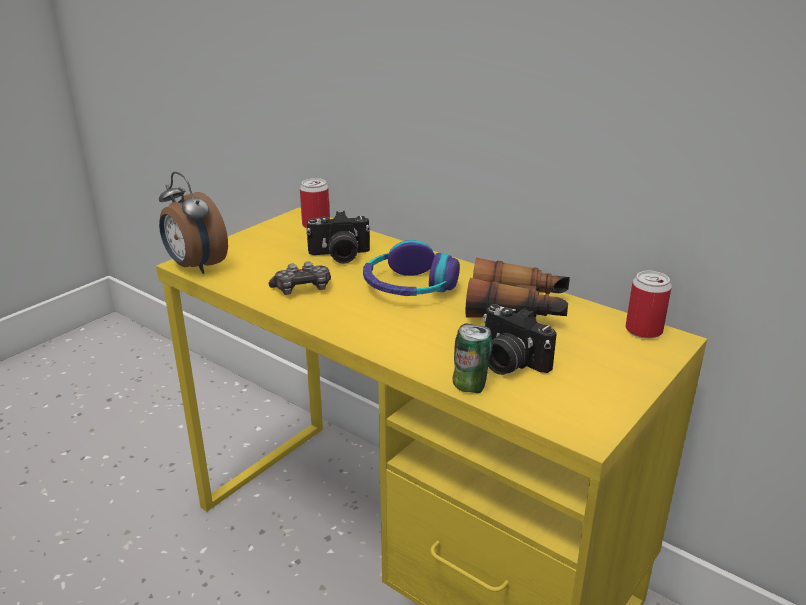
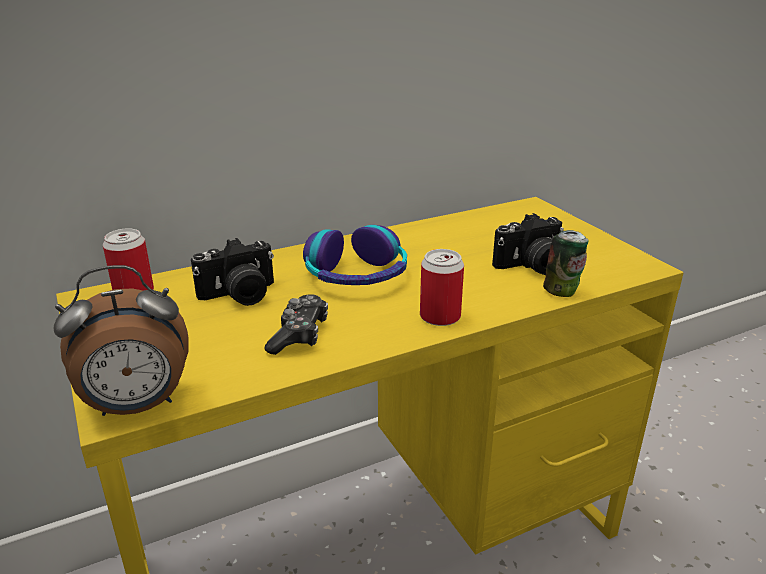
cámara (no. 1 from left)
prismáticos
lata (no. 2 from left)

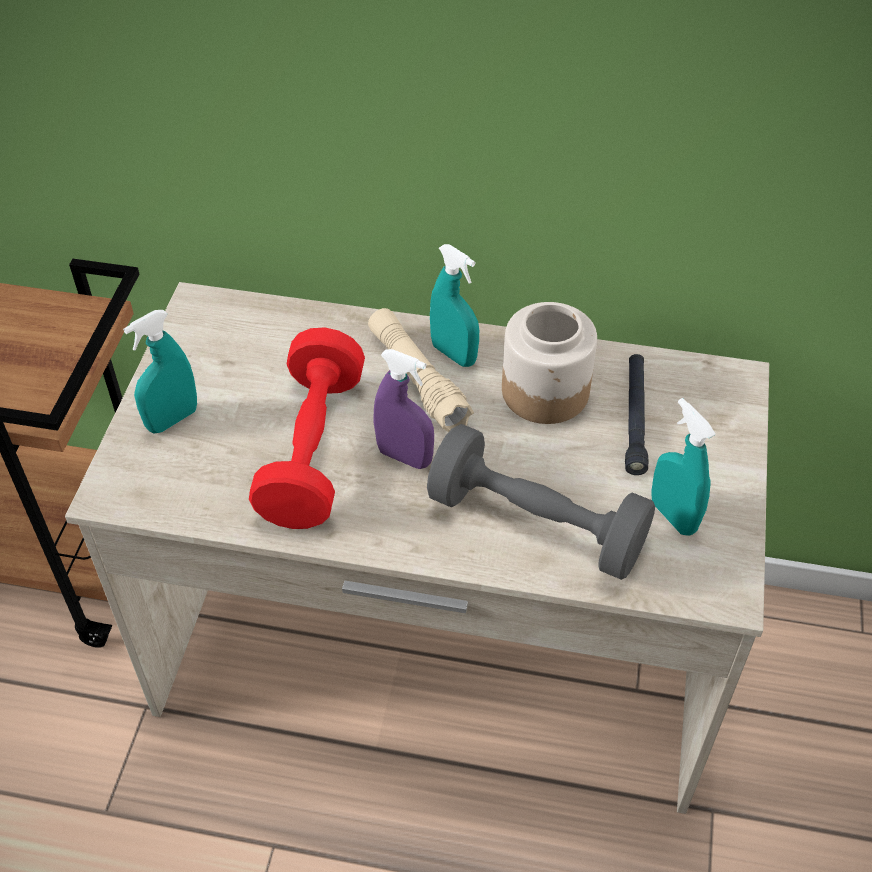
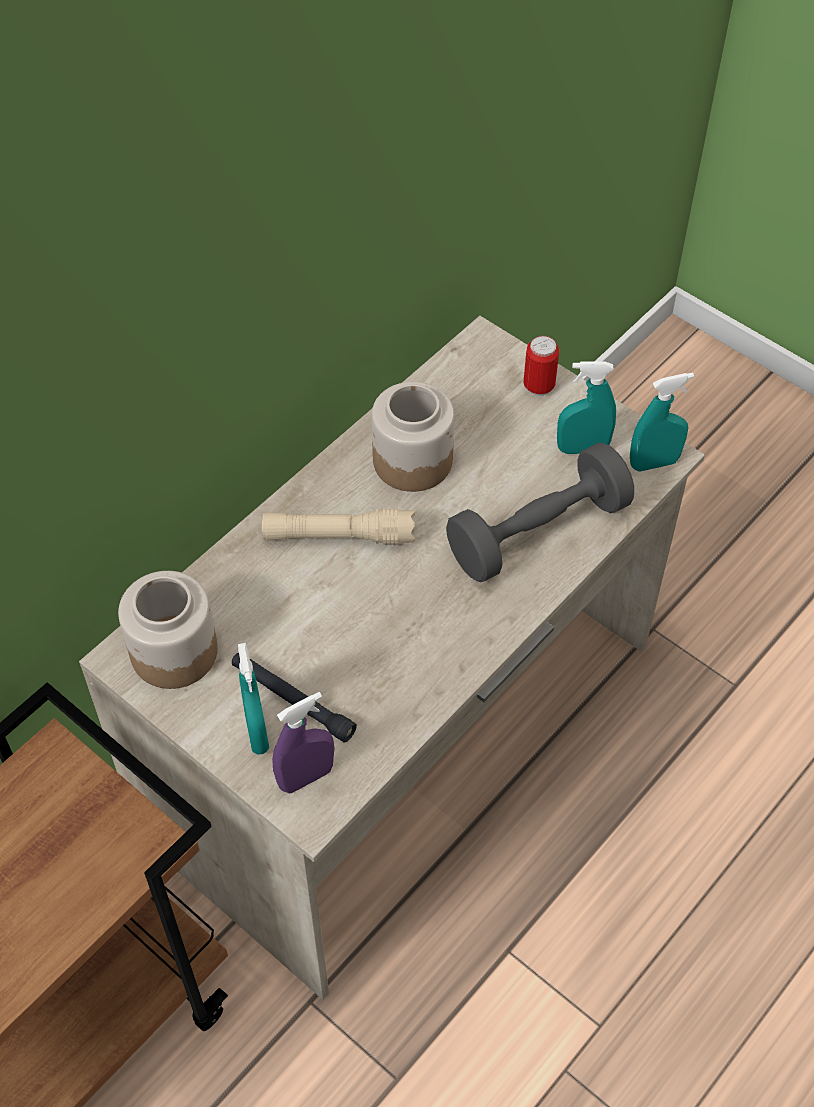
mancuerna/rojo
pulverizador/morado
pulverizador/turquesa (no. 3 from left)
linterna/negro
tarro (no. 1 from left)
lata

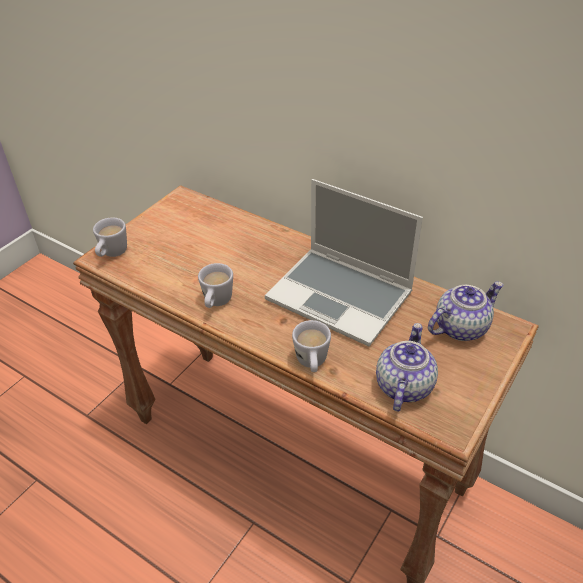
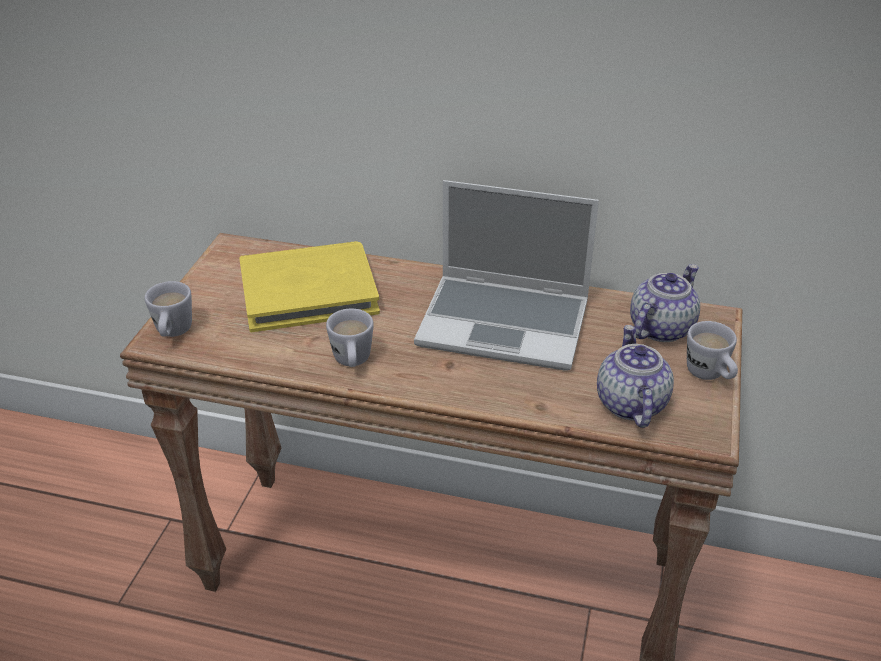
taza grande/blanco (no. 3 from left)
libro/amarillo

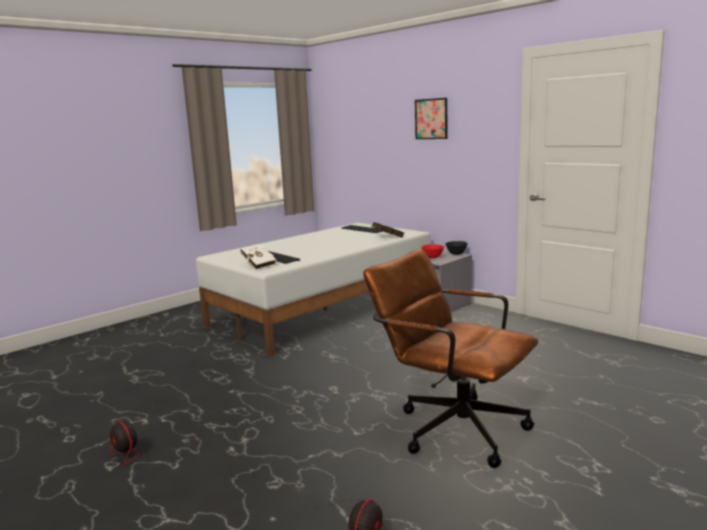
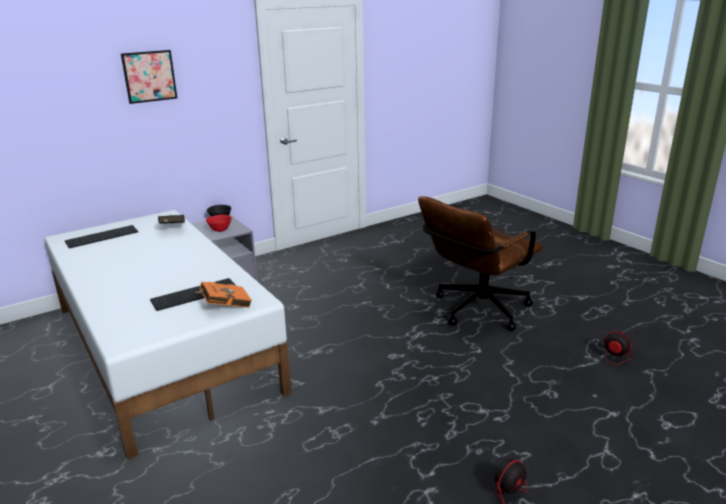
libro/naranja

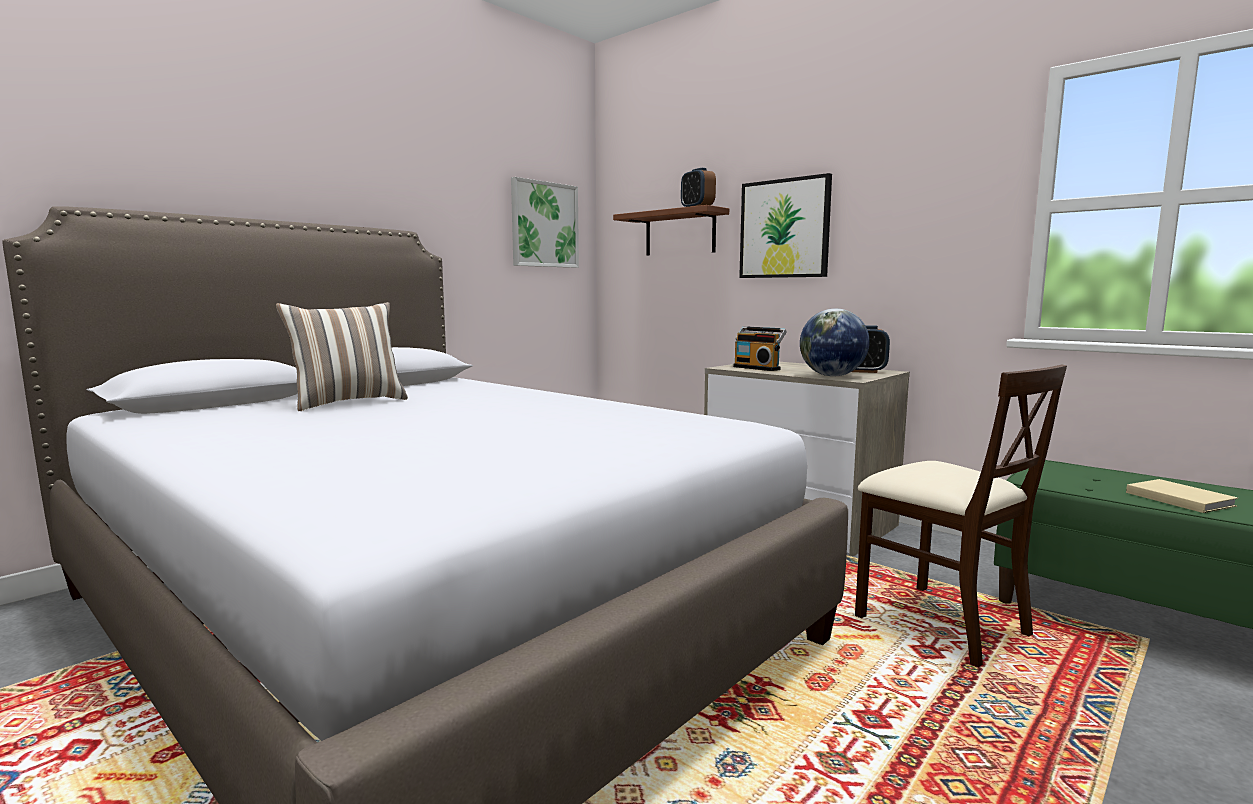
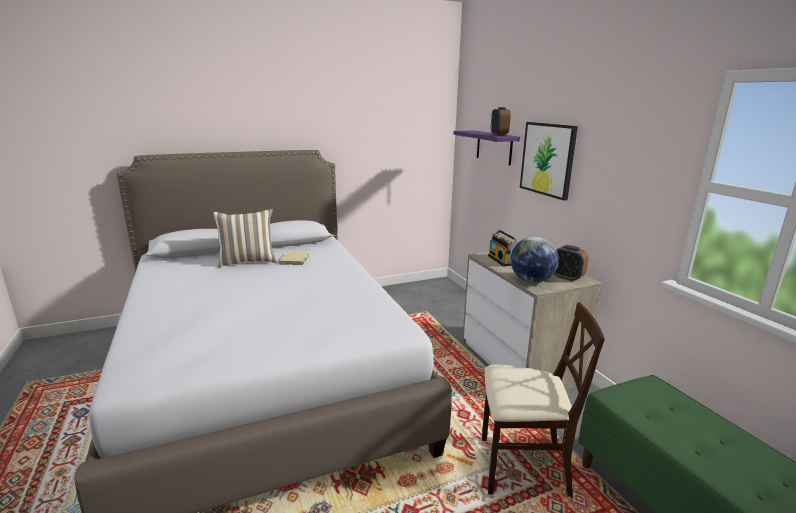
cuadro (no. 1 from left in the first image)
estante/morado
silla/beis
libro/beis

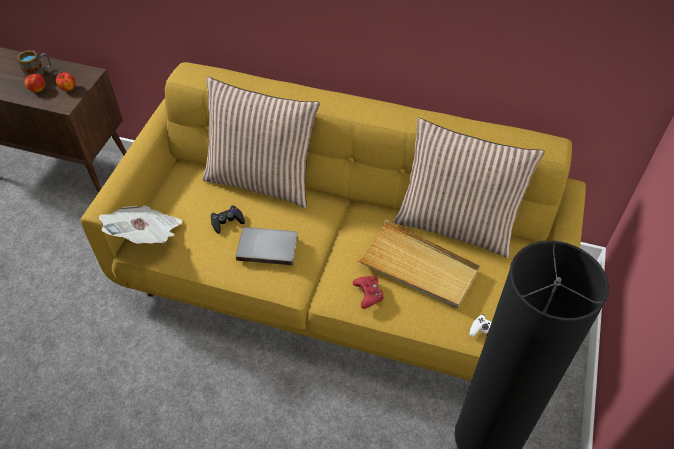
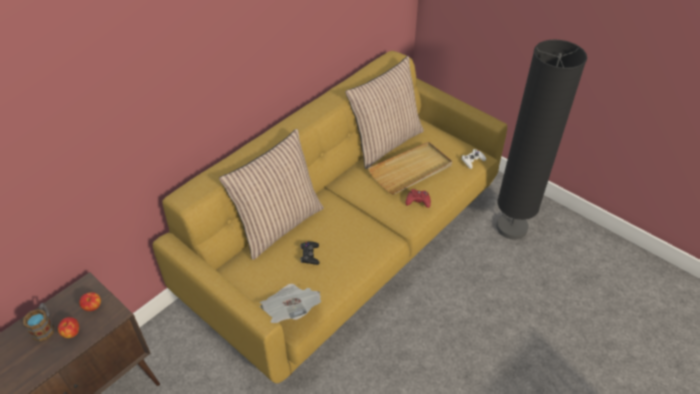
libro/gris

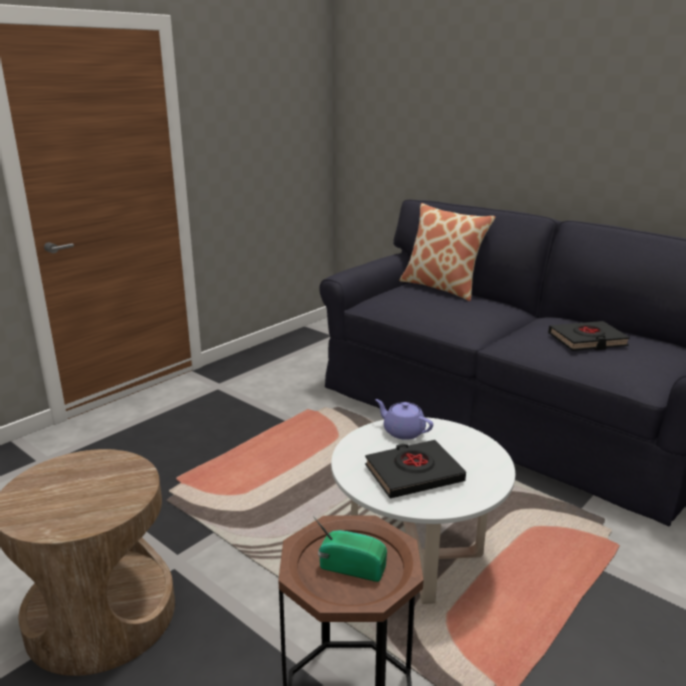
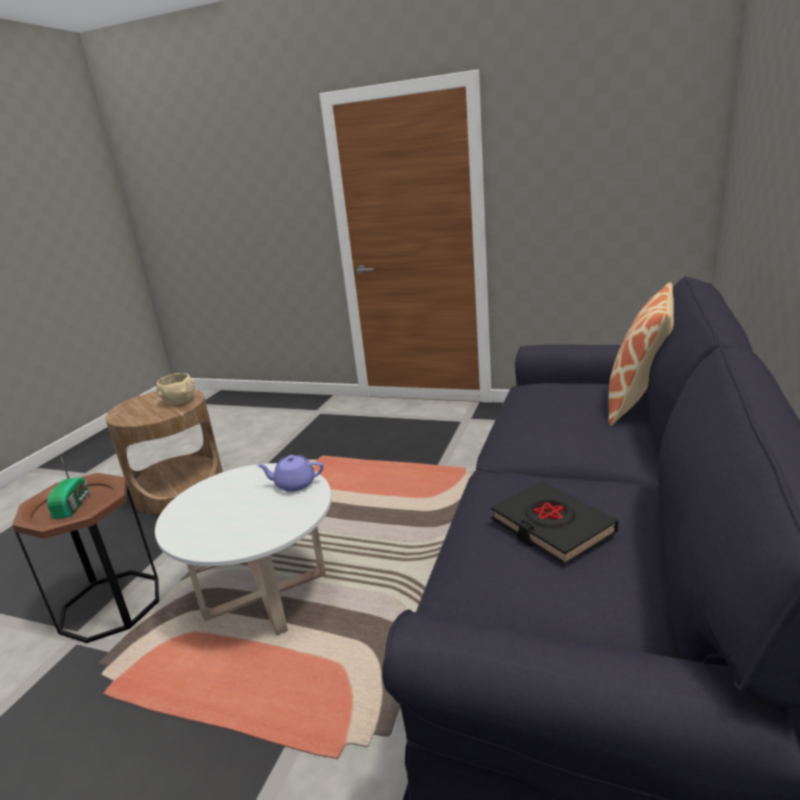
libro/negro (no. 1 from left in the first image)
tetera/morado
cuenco/beis

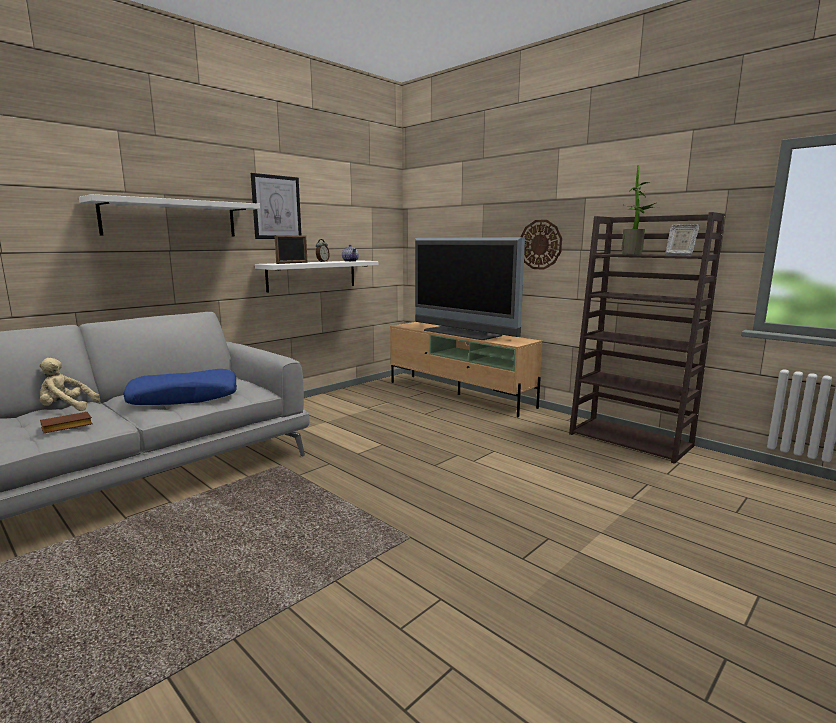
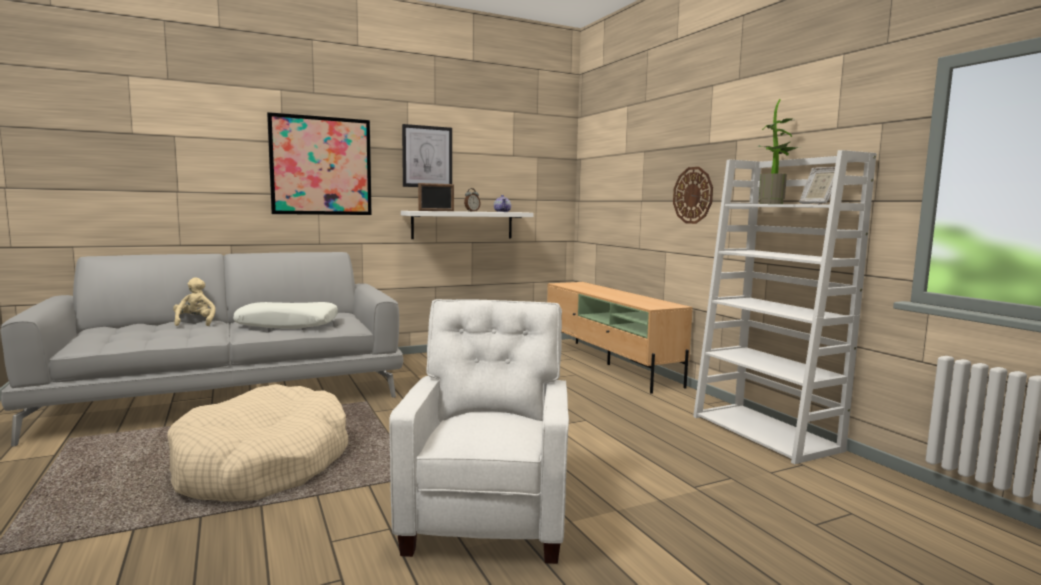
peluche/beis
libro/marrón
cuadro (no. 1 from left)
cojín/blanco
televisor
estantería/blanco
cama para perro/beis
sillón/blanco

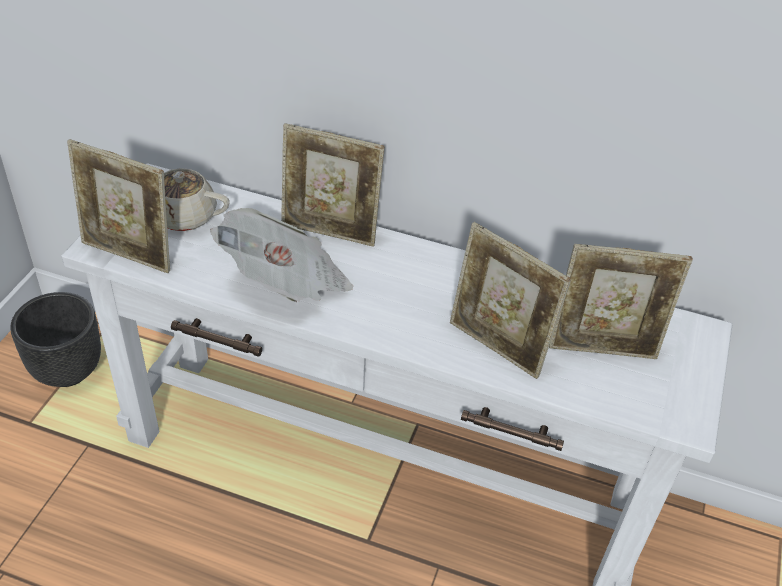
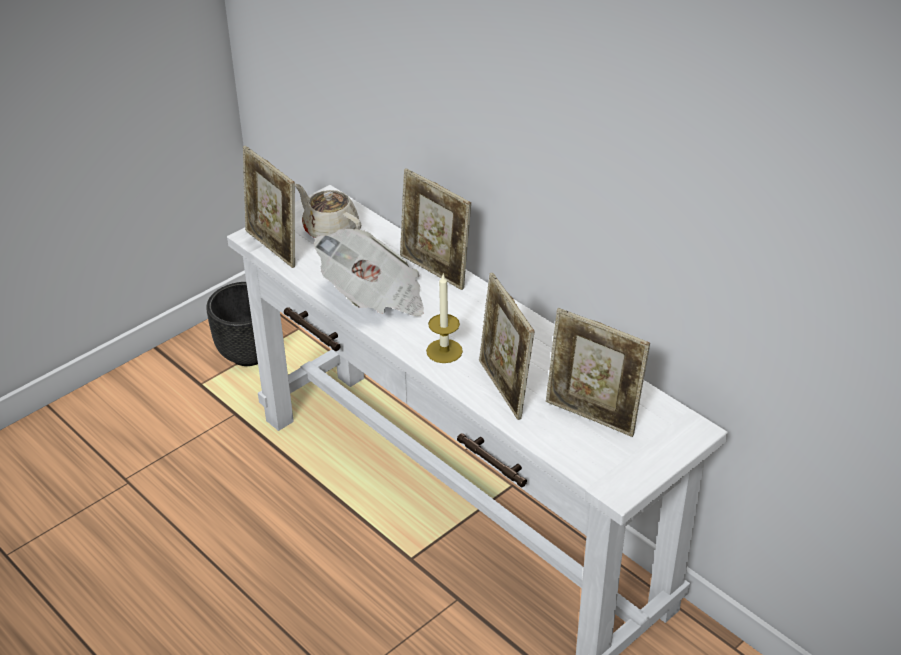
vela

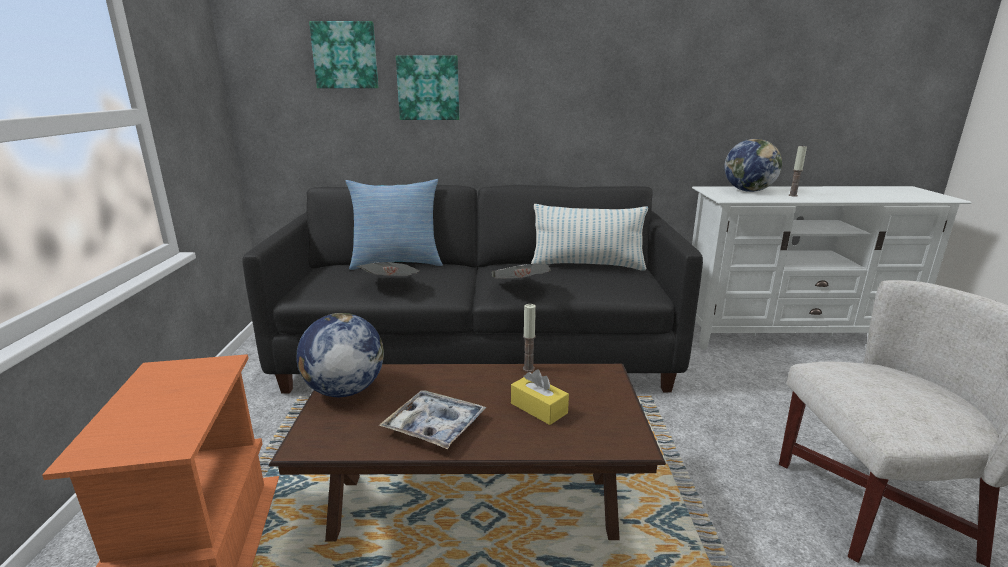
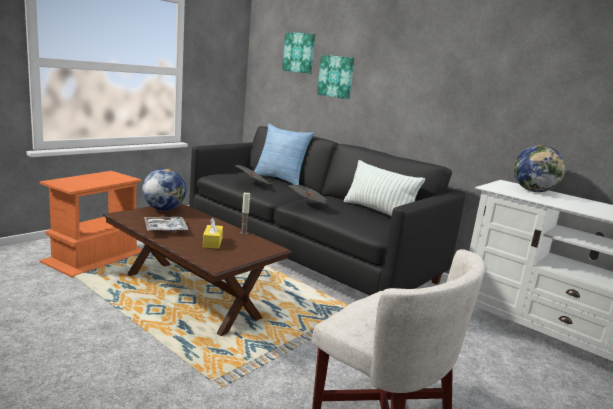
vela (no. 2 from left in the first image)

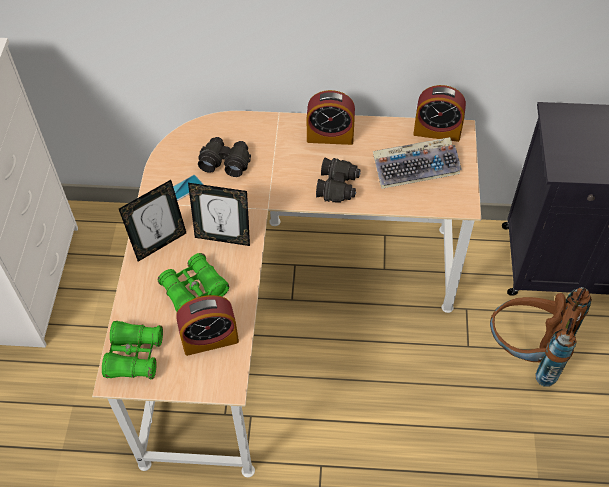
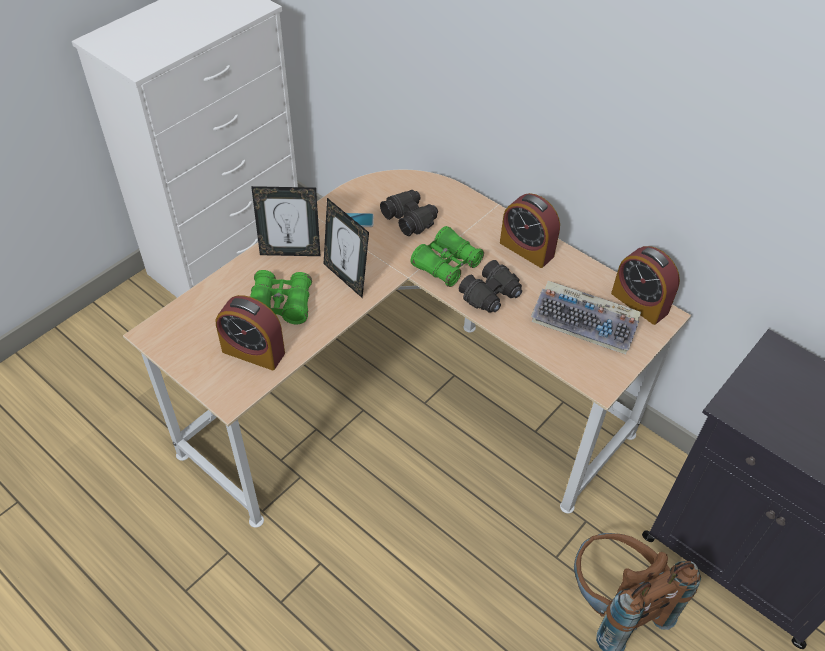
prismáticos/verde (no. 2 from left)

